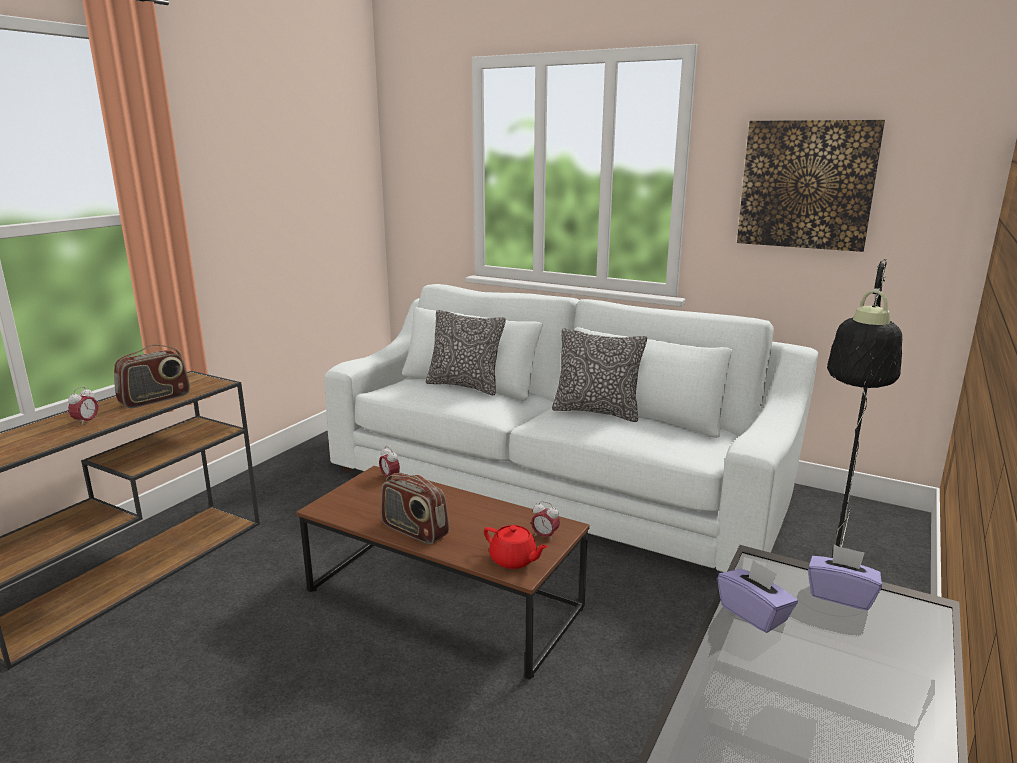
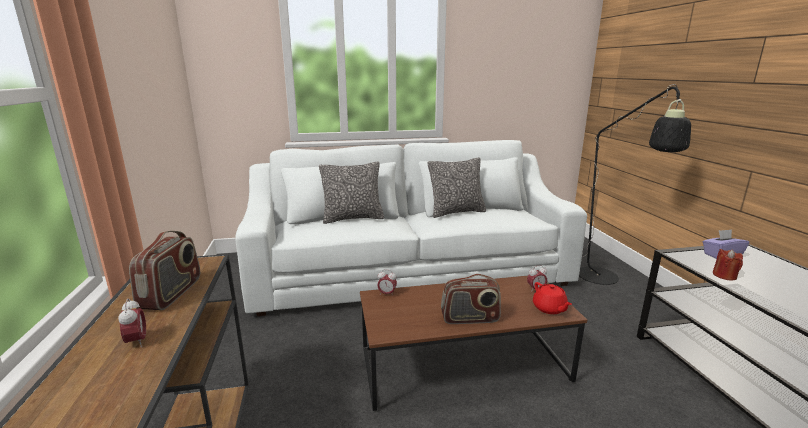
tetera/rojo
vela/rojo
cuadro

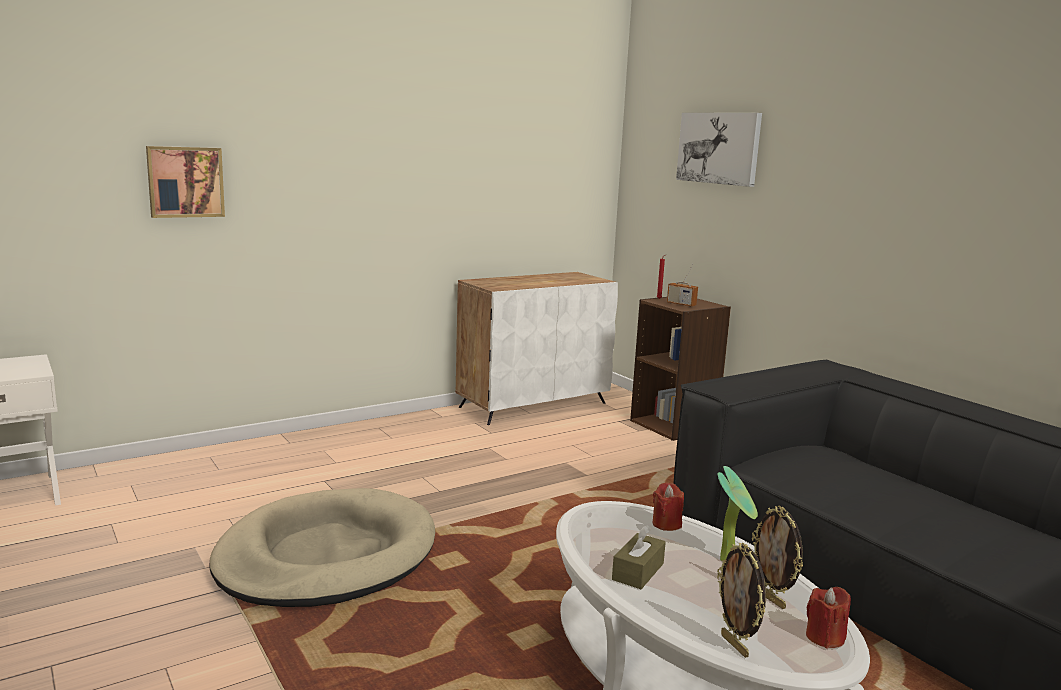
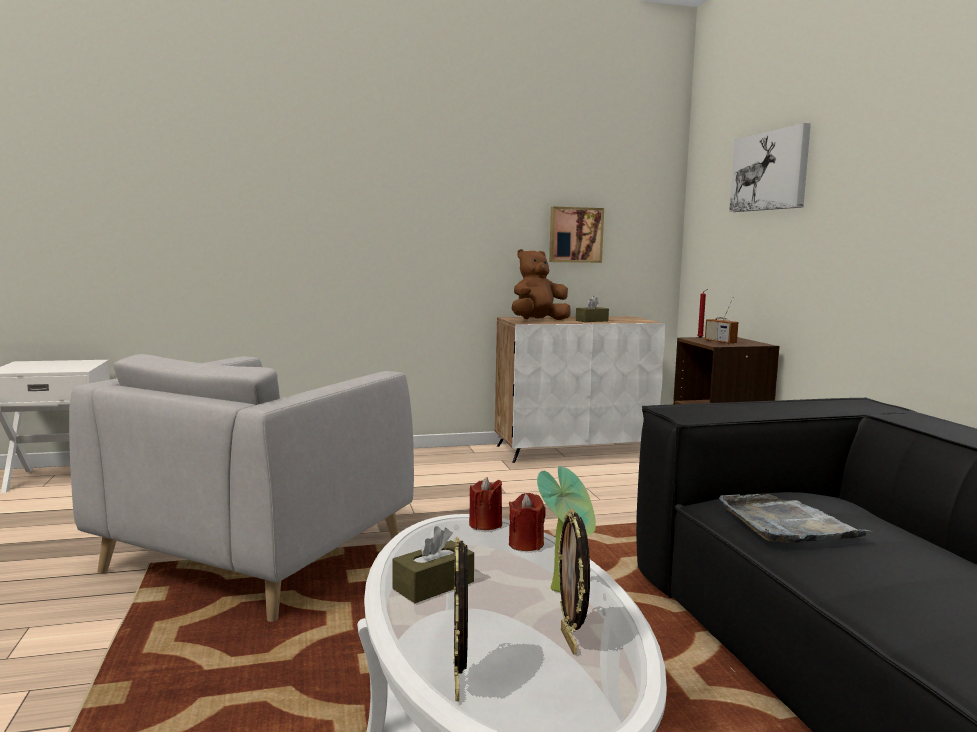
cuadro (no. 1 from left)
sillón/gris
vela/rojo (no. 1 from left)
peluche/marrón
caja de pañuelos/marrón (no. 2 from left)
bandeja/gris

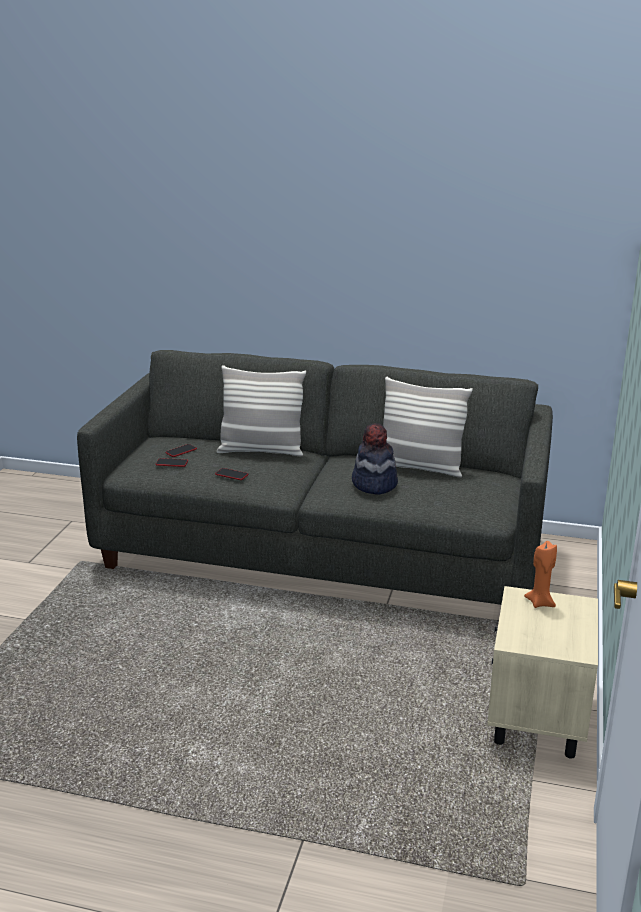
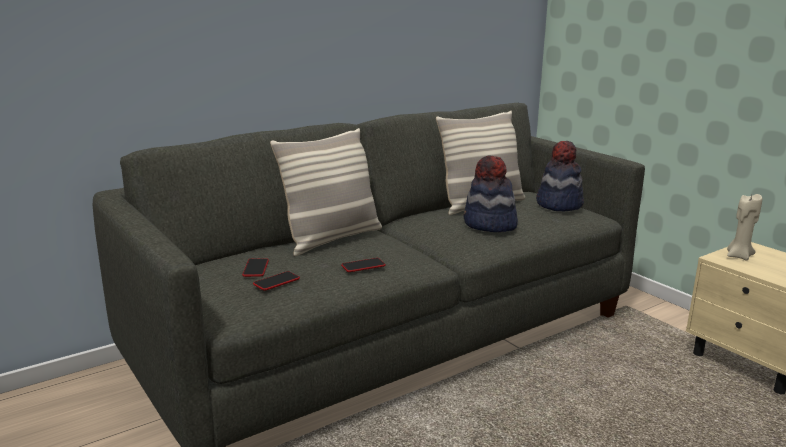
vela/beis
sombrero (no. 2 from left)

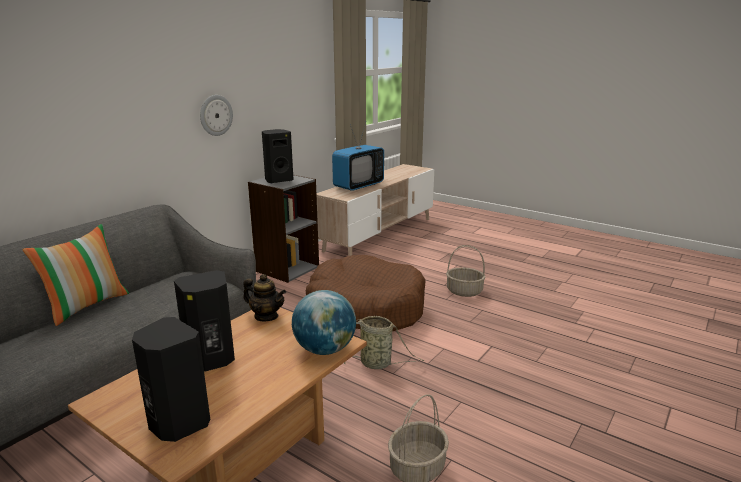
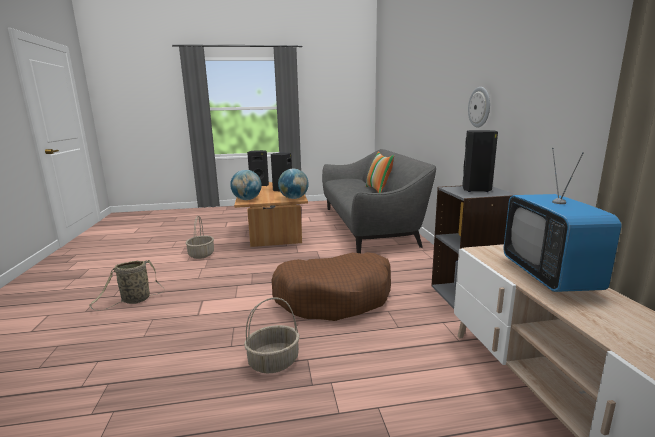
globo terráqueo (no. 2 from left)
cesta (no. 1 from left)

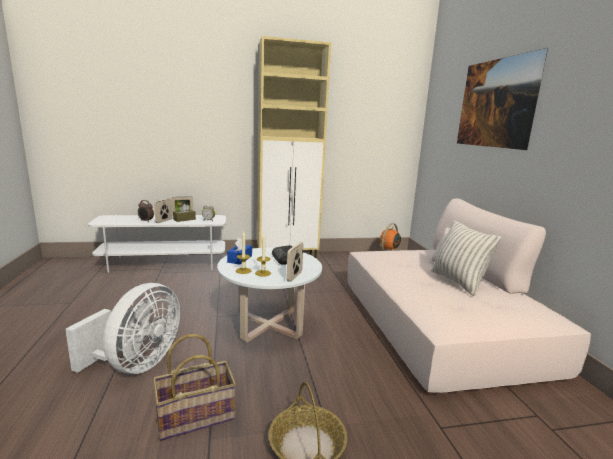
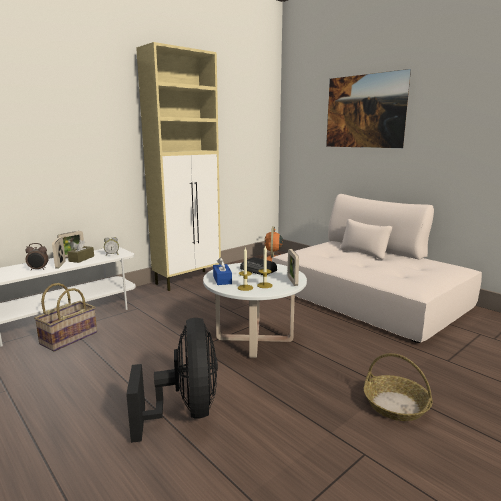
ventilador/negro
cesta (no. 1 from left)
cojín

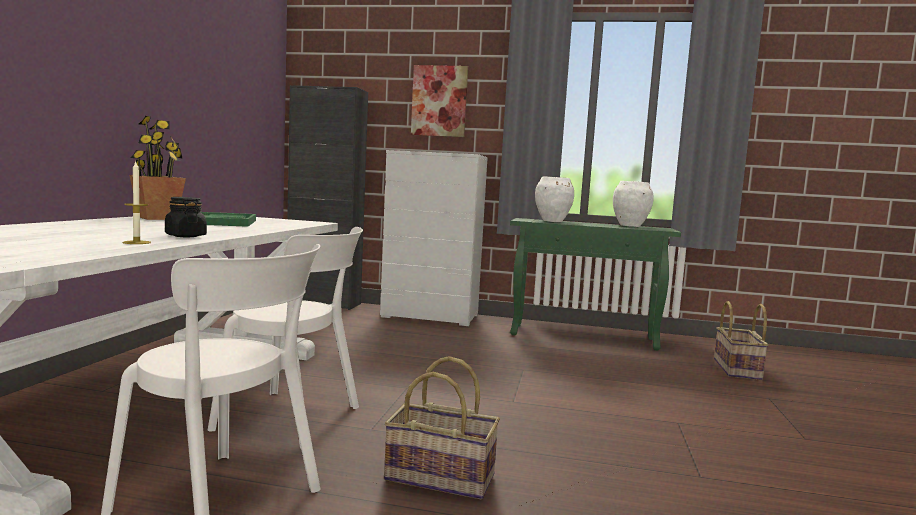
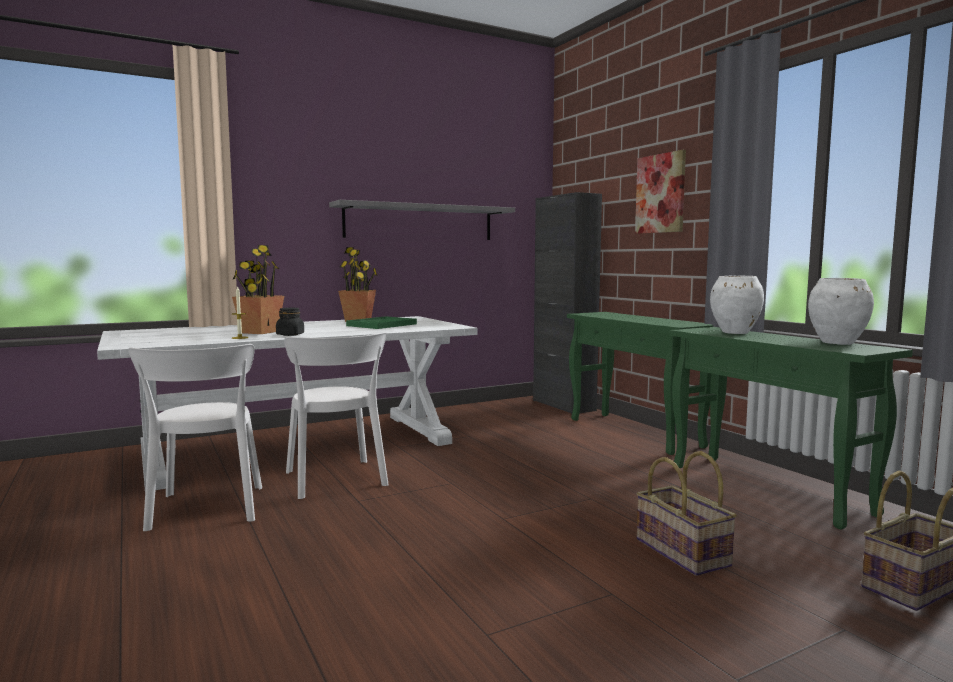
mesa consola/verde (no. 1 from left)
cesta (no. 1 from left)
planta en maceta (no. 1 from left)
estante/gris

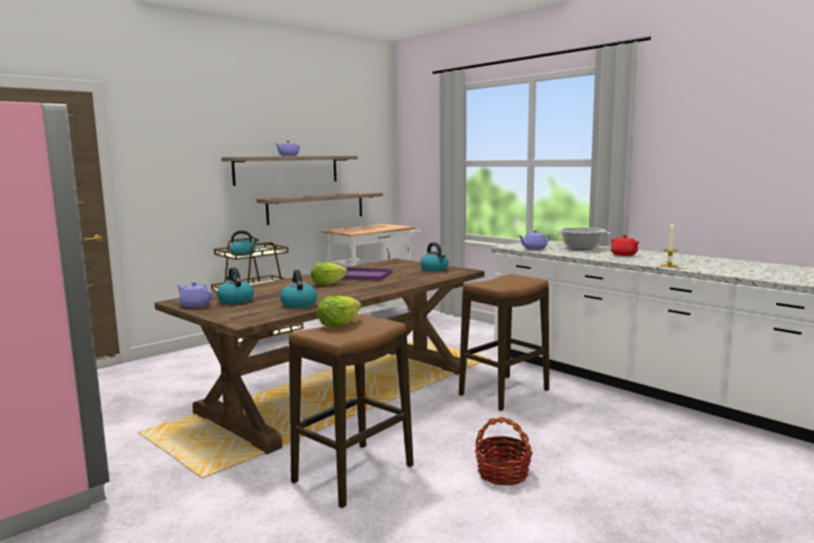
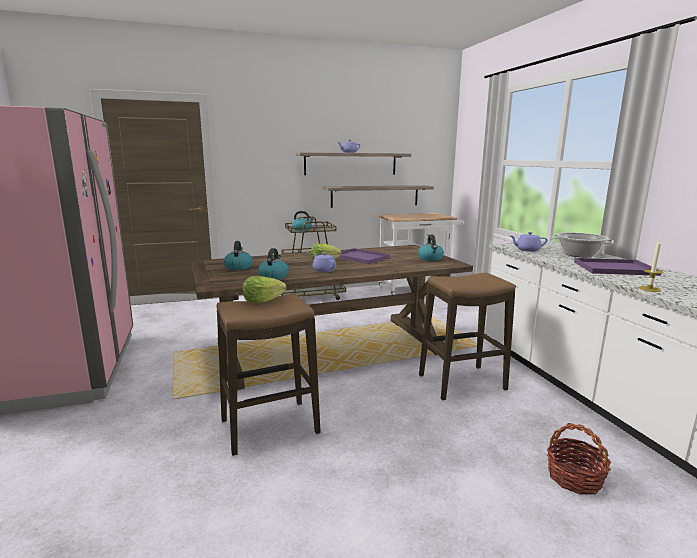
tetera/morado (no. 1 from left)
cesta
bandeja/morado (no. 2 from left)

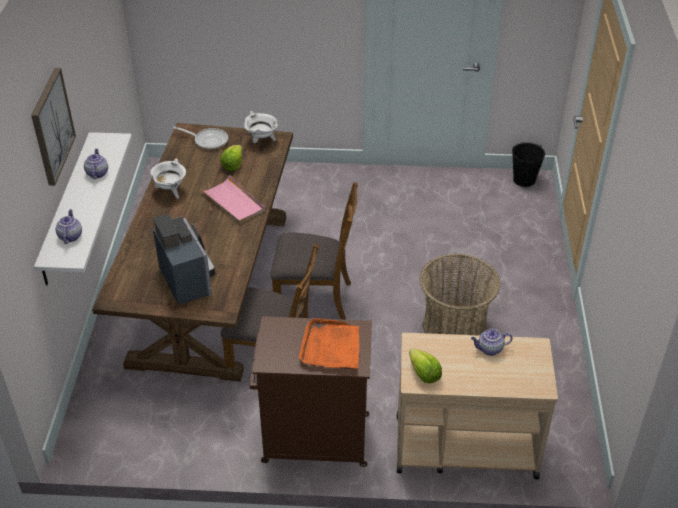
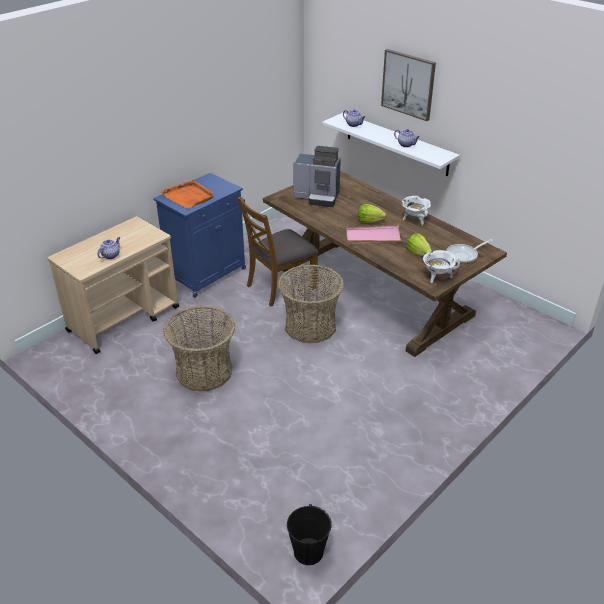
armario/azul
cesta (no. 2 from left)
lechuga (no. 1 from left)

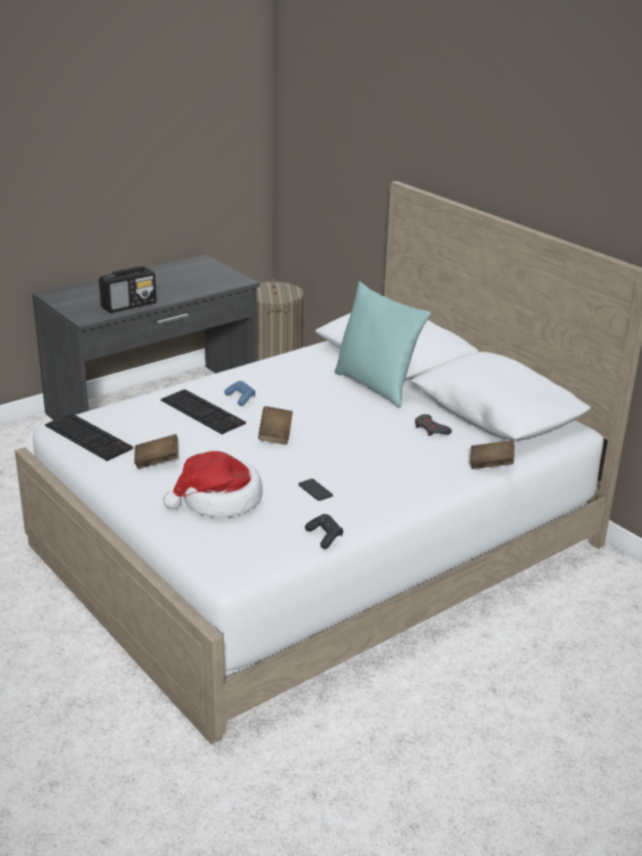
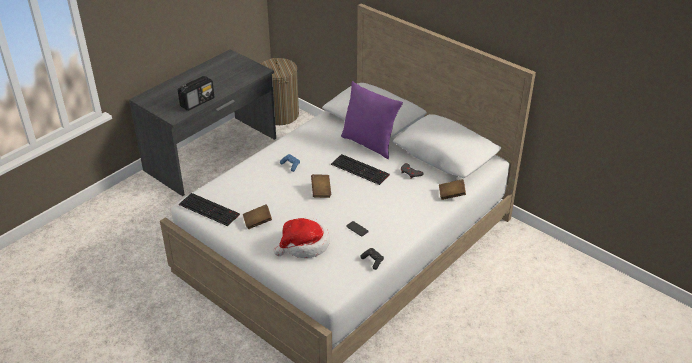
teclado (no. 2 from left)
cojín/morado

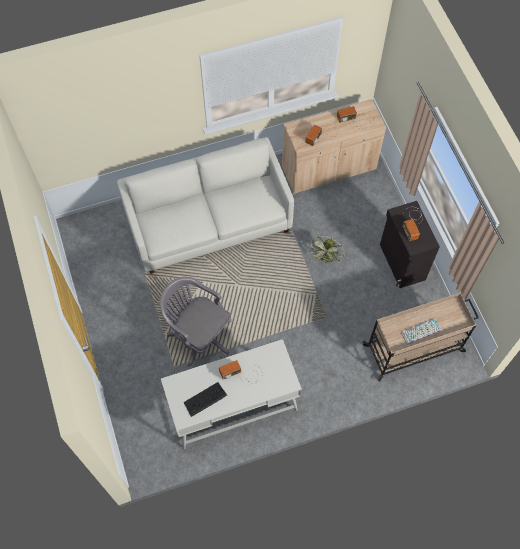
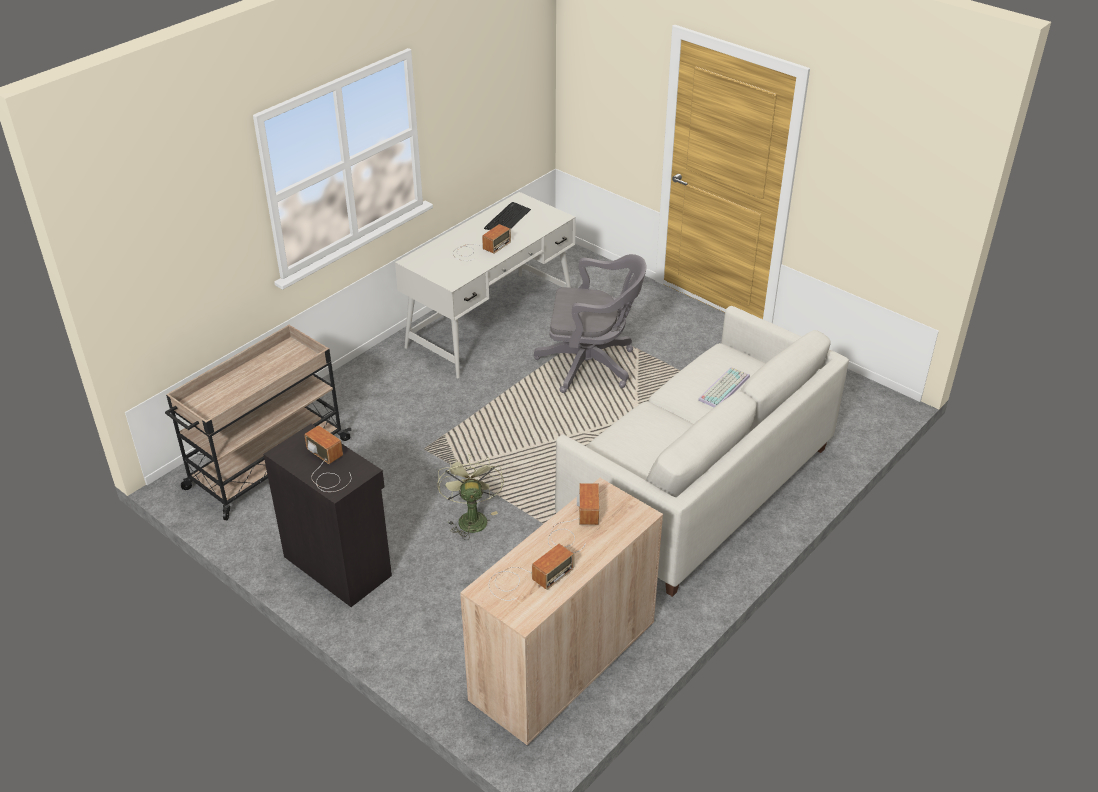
teclado (no. 2 from left)

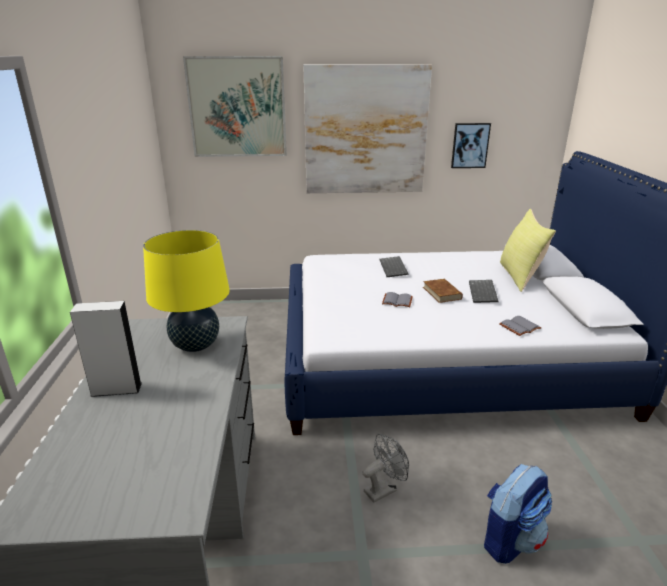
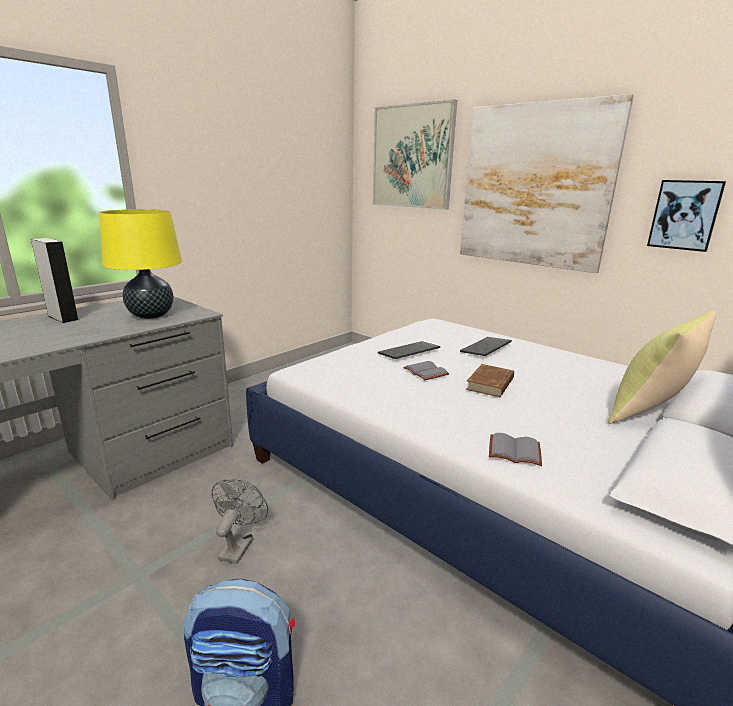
ventilador/gris
teclado (no. 1 from left)

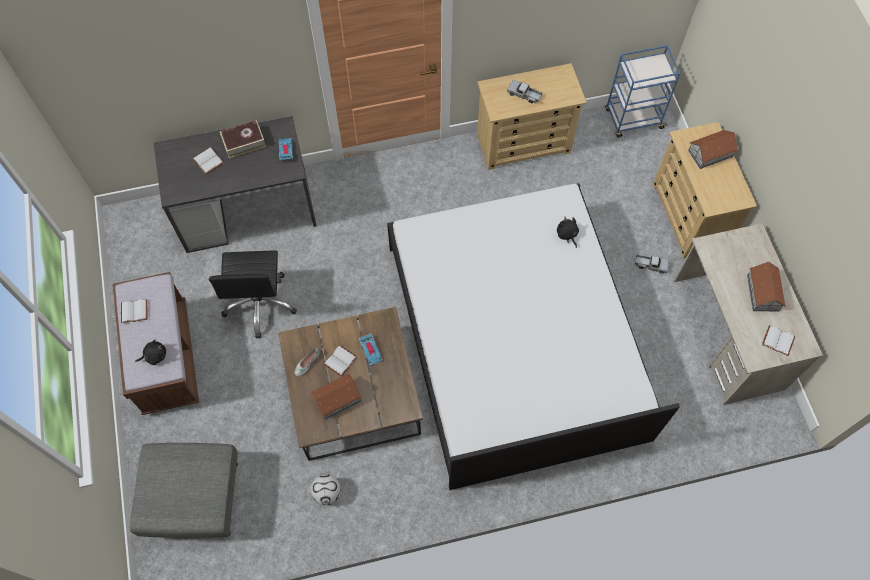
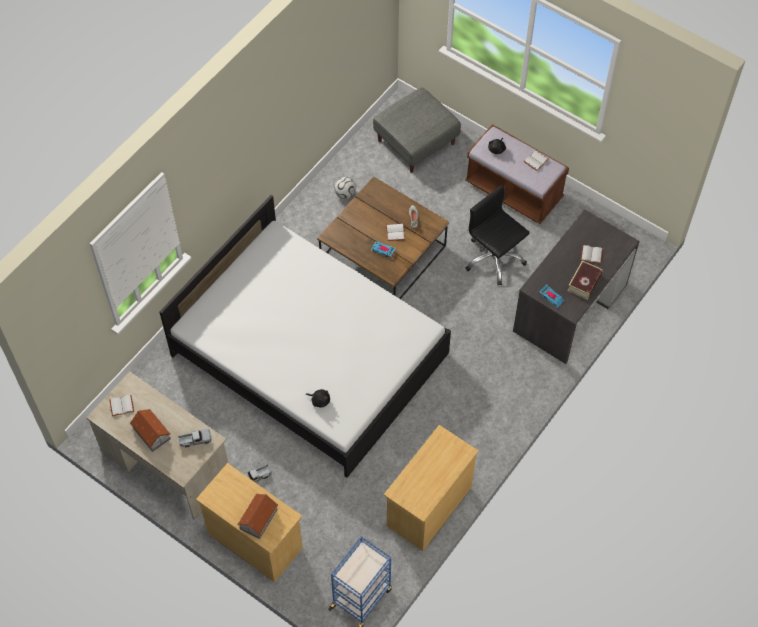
casita (no. 1 from left in the first image)
camión de juguete (no. 1 from left)

